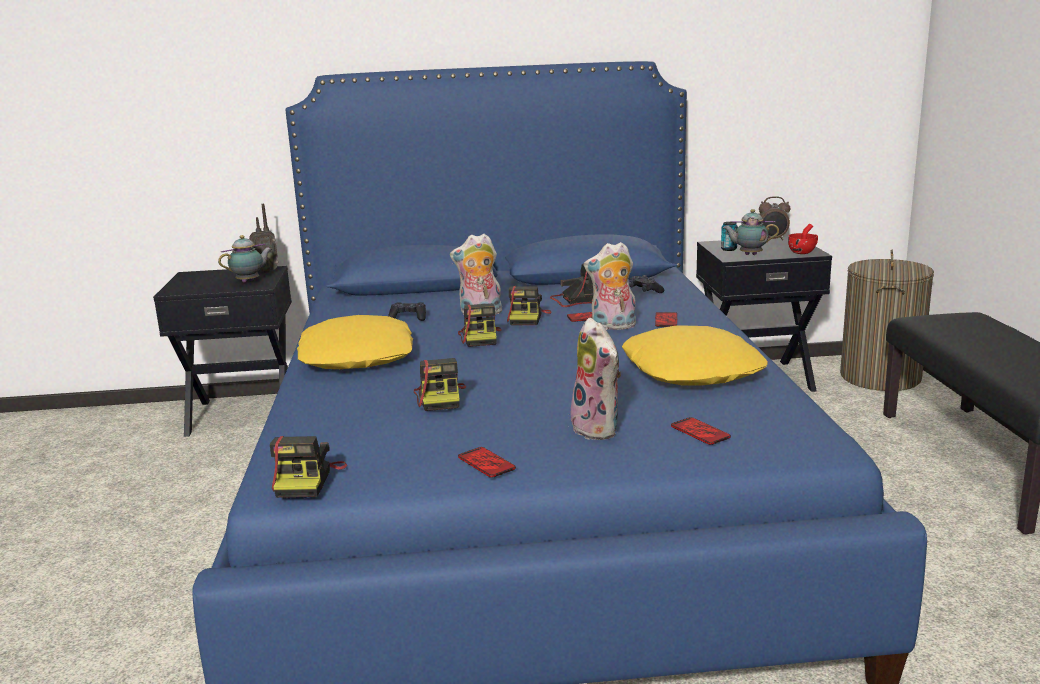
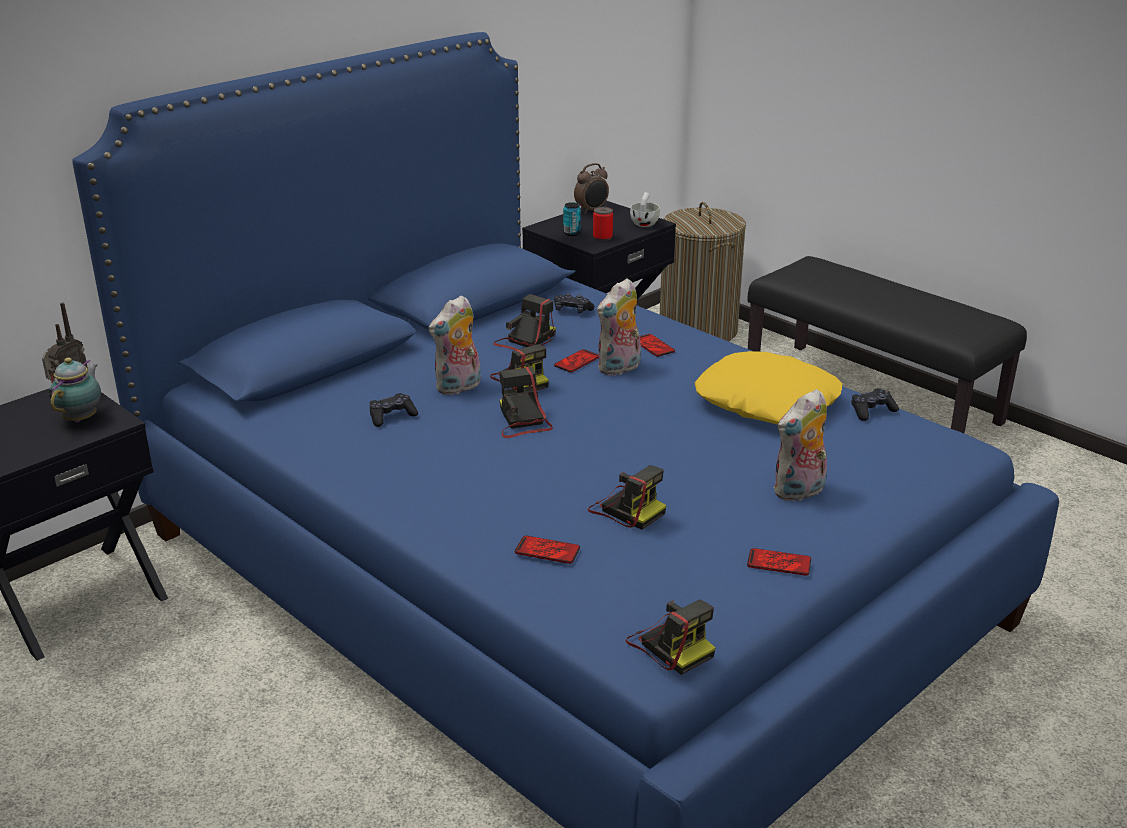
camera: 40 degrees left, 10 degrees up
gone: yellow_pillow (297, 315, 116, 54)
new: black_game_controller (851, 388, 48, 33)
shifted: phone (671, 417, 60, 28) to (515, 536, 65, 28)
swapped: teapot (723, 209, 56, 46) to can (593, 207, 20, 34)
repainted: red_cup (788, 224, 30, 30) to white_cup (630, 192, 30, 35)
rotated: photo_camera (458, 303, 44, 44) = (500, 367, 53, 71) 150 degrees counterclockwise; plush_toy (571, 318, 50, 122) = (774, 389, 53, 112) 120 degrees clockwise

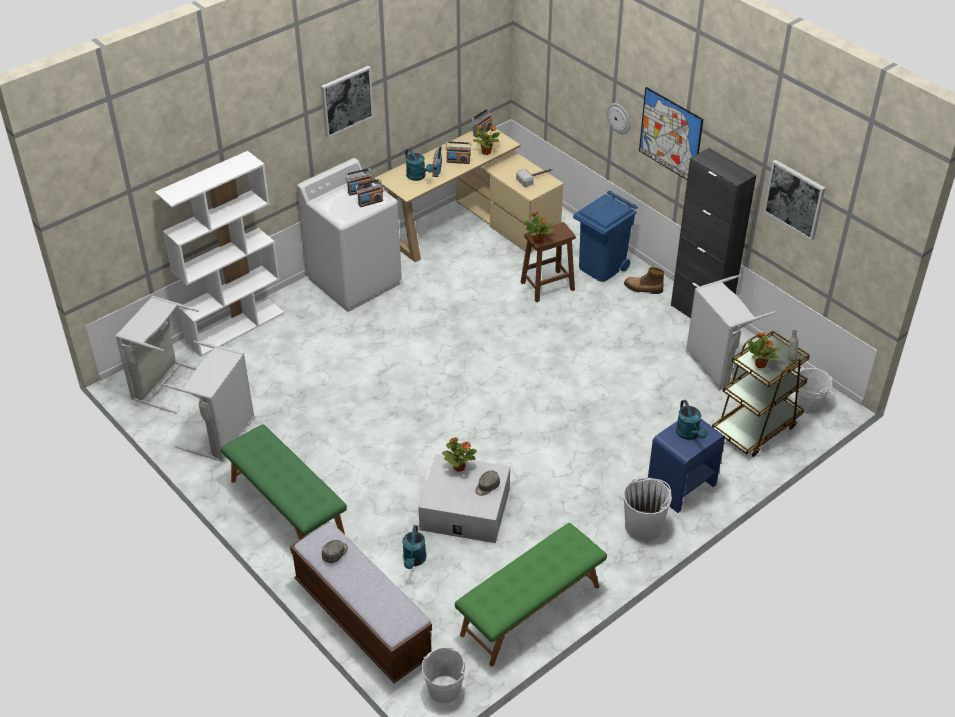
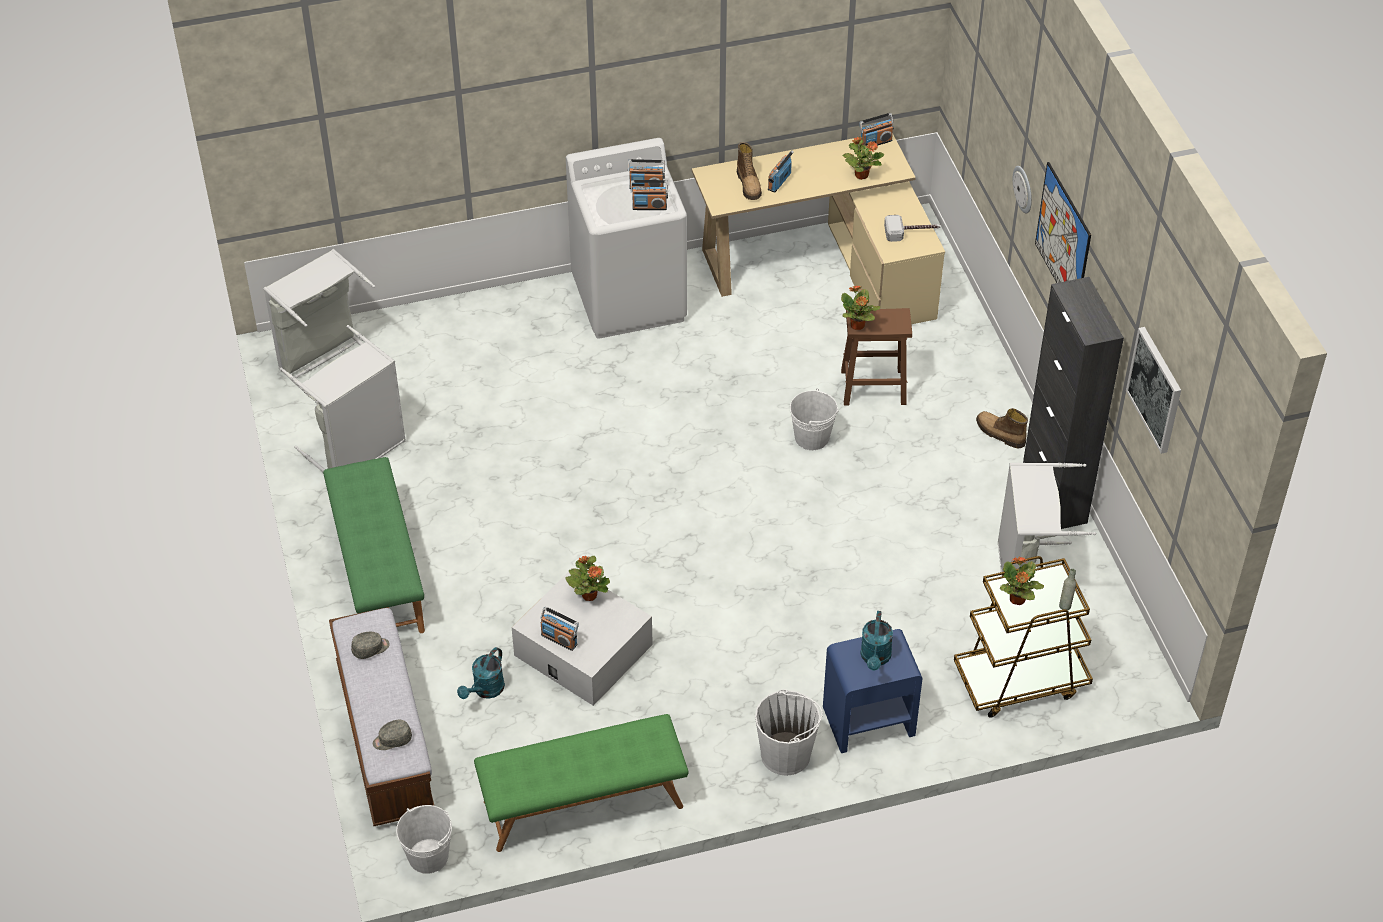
camera: 25 degrees right, 5 degrees up
gone: picture (321, 66, 53, 71); white_bookcase (155, 151, 129, 206); blue_trash_can (573, 191, 64, 91)
shifted: radio (446, 141, 25, 23) to (540, 607, 39, 44); white_bucket (795, 367, 37, 47) to (790, 388, 49, 62); grey_cap (475, 470, 25, 26) to (373, 720, 39, 30)
swapped: turquoise_watering_can (405, 149, 29, 32) to boot (737, 142, 25, 58)

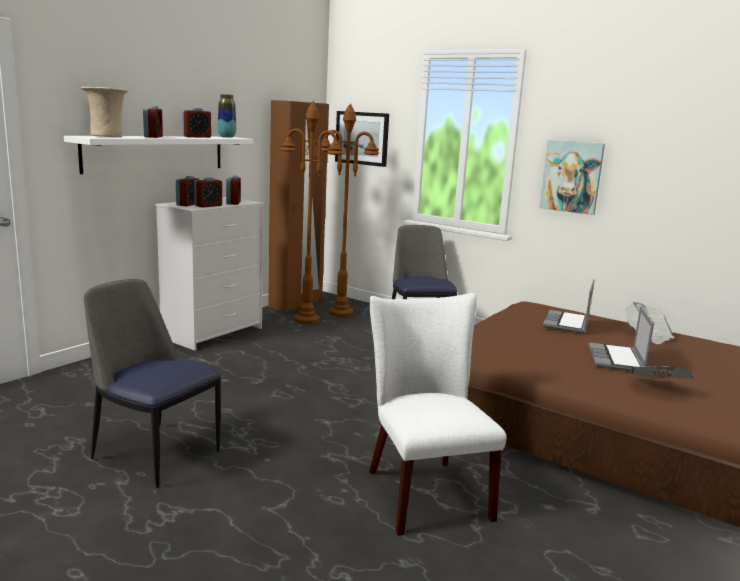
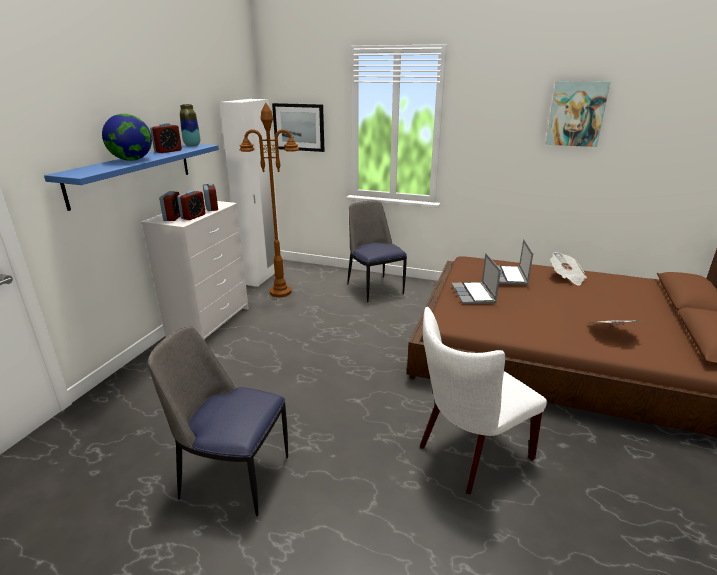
camera: 15 degrees left, 10 degrees up
gone: beige_vase (81, 87, 47, 50); brown_floor_lamp (321, 103, 58, 214)
shifted: picture (540, 140, 65, 75) to (546, 81, 64, 66); laptop (589, 306, 65, 65) to (451, 253, 50, 51)
swapped: alarm_clock (143, 105, 20, 33) to globe (102, 114, 50, 47)
repainted: brown_wardrobe (268, 100, 61, 212) to white_wardrobe (220, 99, 61, 188); white_shelf (64, 136, 189, 38) to blue_shelf (44, 144, 175, 67)
rotated: white_chair (369, 293, 138, 243) = (420, 307, 127, 187) 90 degrees counterclockwise

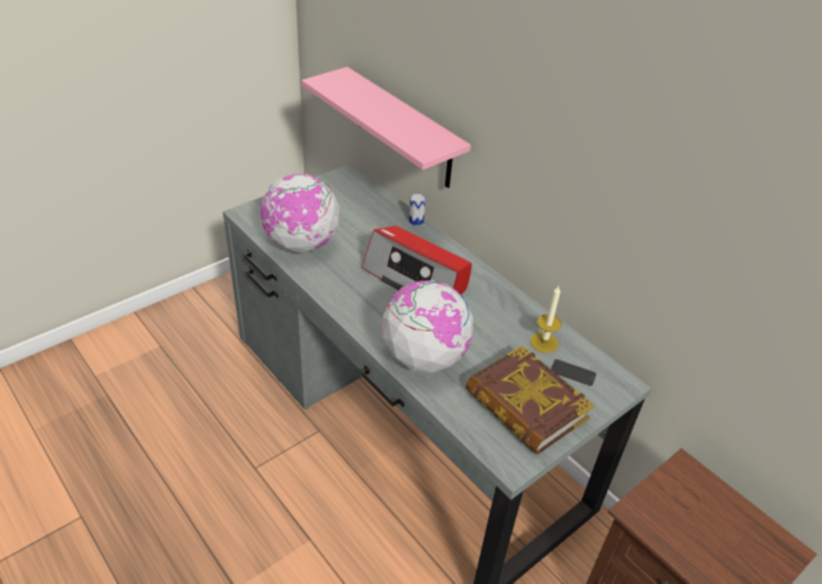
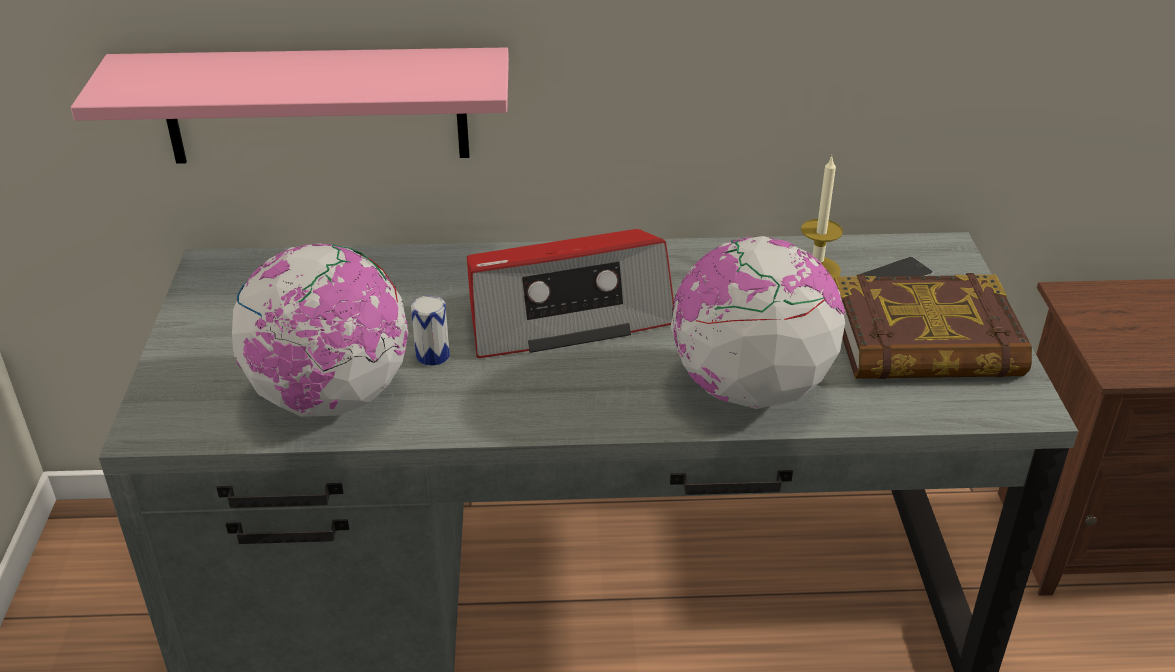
camera: 50 degrees left, 5 degrees down
shifted: can (409, 194, 17, 32) to (411, 295, 39, 71)

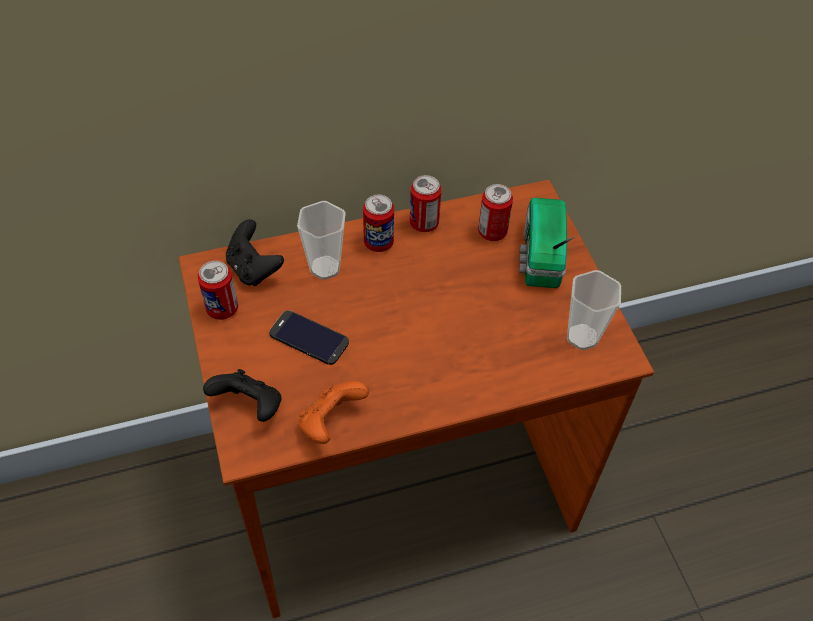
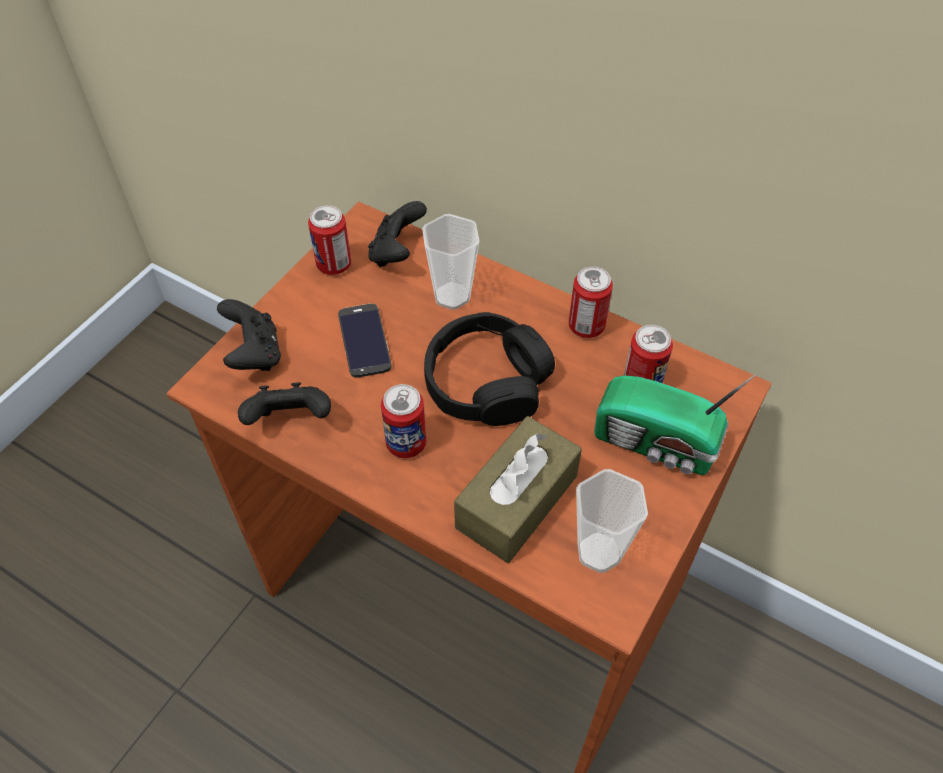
camera: 50 degrees right, 0 degrees up
new: black_headphones (424, 312, 131, 114); brown_tissue_box (454, 416, 128, 147)
shifted: can (363, 195, 31, 57) to (381, 384, 45, 74)
repainted: orange_game_controller (298, 381, 71, 63) to black_game_controller (238, 382, 93, 43)
rotated: radio (519, 197, 57, 91) = (594, 373, 163, 102) 120 degrees counterclockwise

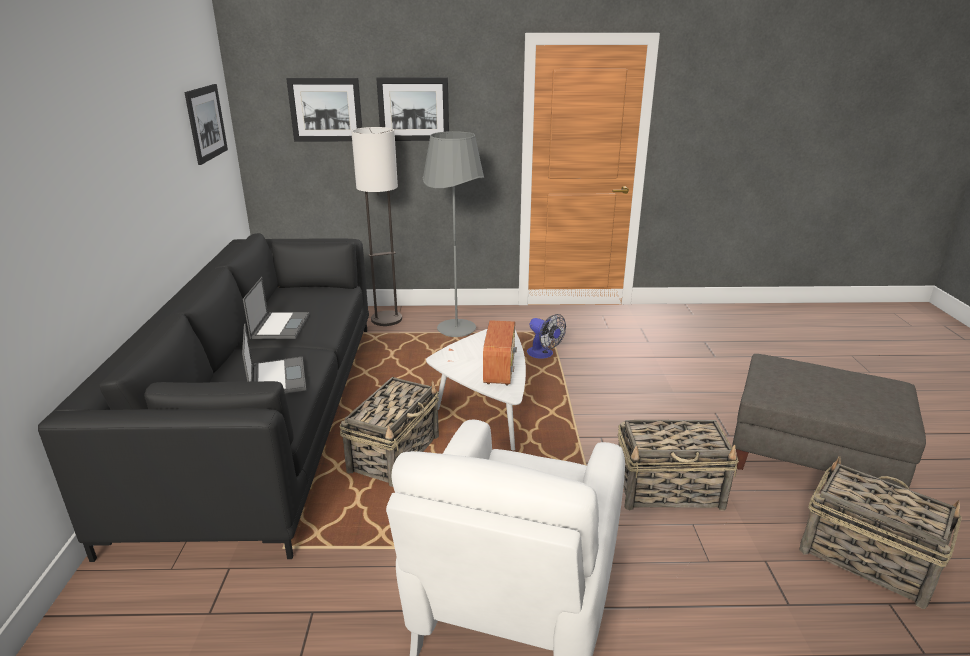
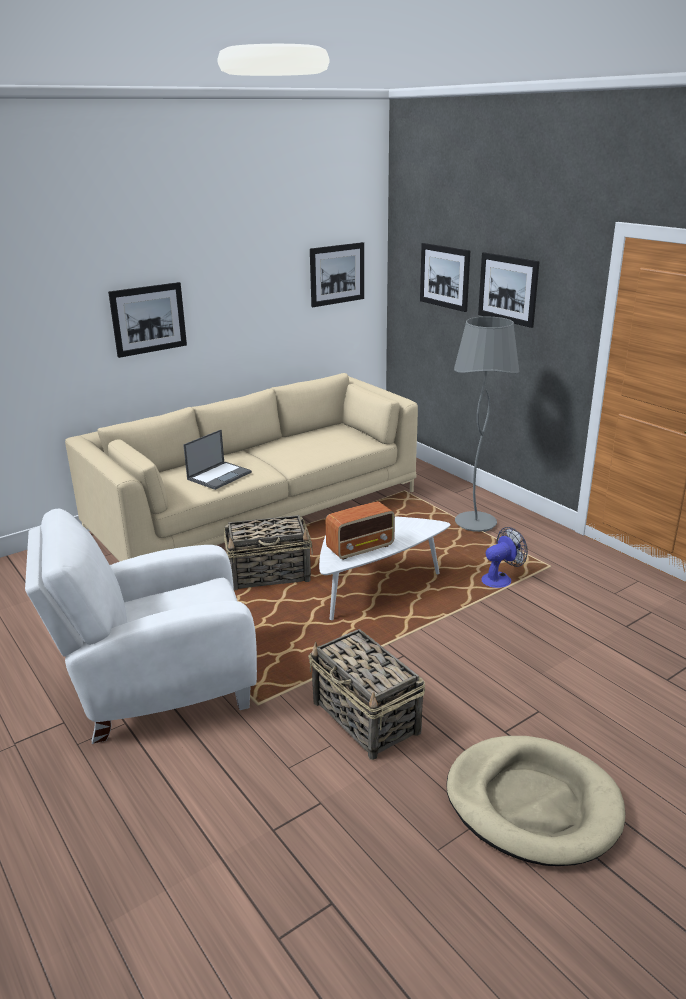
camera: 55 degrees right, 0 degrees up
gone: floor_lamp (351, 127, 51, 199); laptop (243, 277, 67, 62); basket (799, 456, 163, 153)
new: picture (108, 282, 79, 76)
swapped: grey_ottoman (732, 354, 194, 134) to beige_dog_bed (446, 736, 179, 130)
repainted: black_sofa (38, 233, 331, 329) to beige_sofa (65, 373, 353, 189)
rotated: fan (527, 314, 39, 45) = (481, 527, 47, 61) 135 degrees counterclockwise

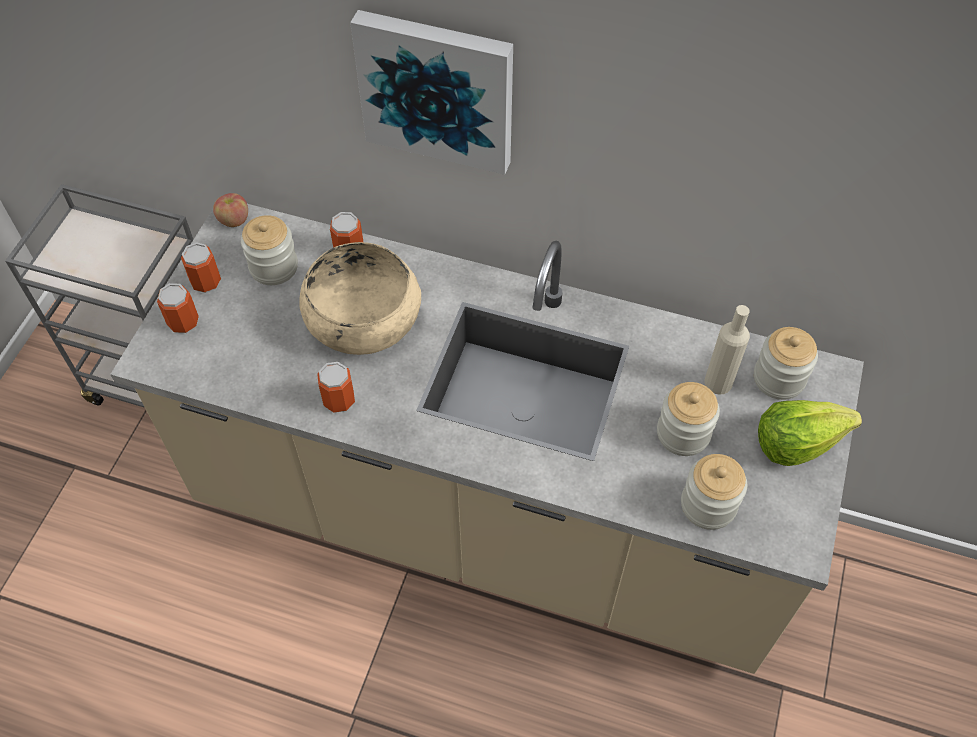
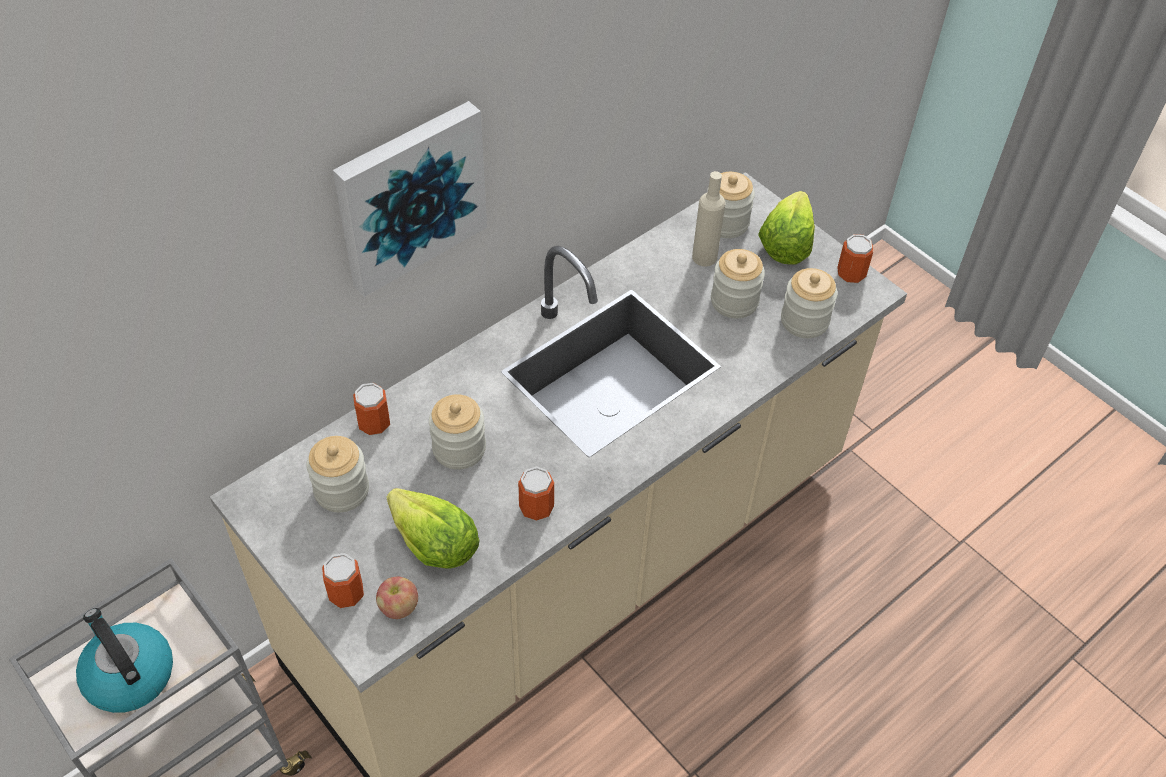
camera: 60 degrees left, 5 degrees down
new: lettuce (387, 488, 93, 81); kettle (76, 608, 97, 105)
shifted: apple (213, 193, 35, 34) to (376, 576, 42, 43); can (181, 242, 40, 51) to (837, 234, 36, 50)
swapped: beige_bowl (299, 242, 122, 113) to jar (429, 394, 57, 76)

